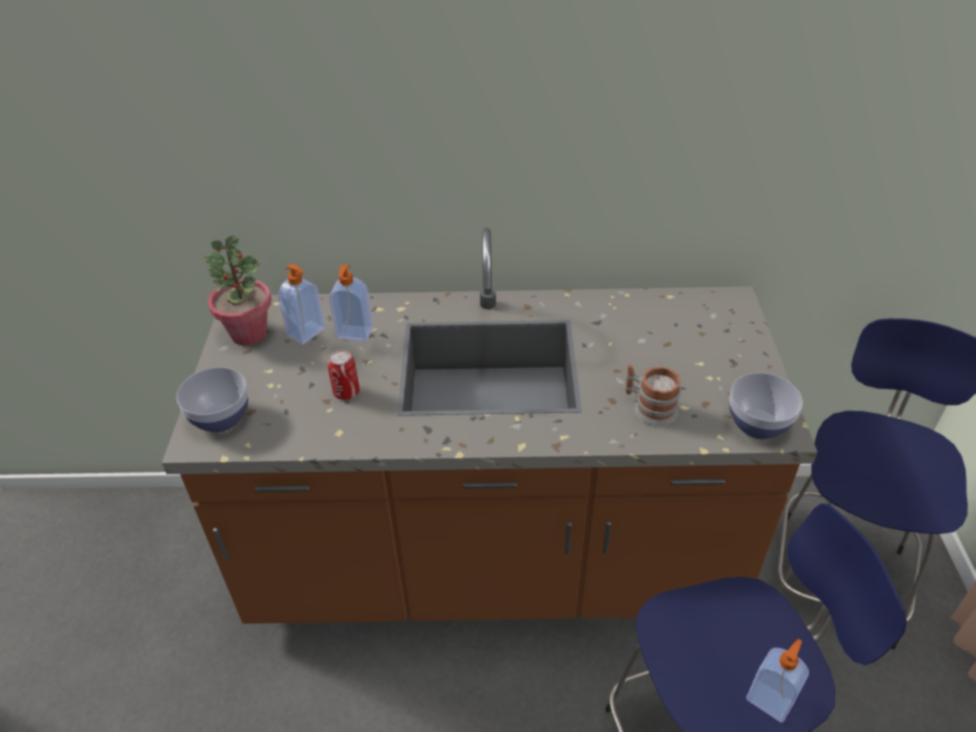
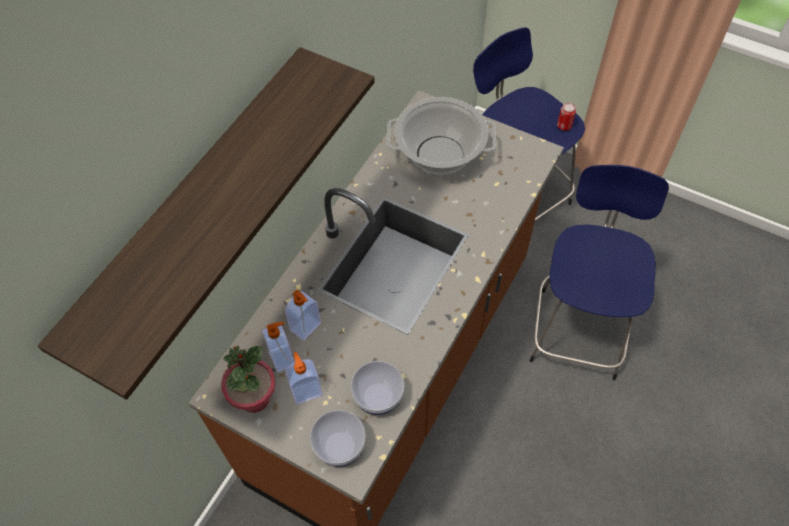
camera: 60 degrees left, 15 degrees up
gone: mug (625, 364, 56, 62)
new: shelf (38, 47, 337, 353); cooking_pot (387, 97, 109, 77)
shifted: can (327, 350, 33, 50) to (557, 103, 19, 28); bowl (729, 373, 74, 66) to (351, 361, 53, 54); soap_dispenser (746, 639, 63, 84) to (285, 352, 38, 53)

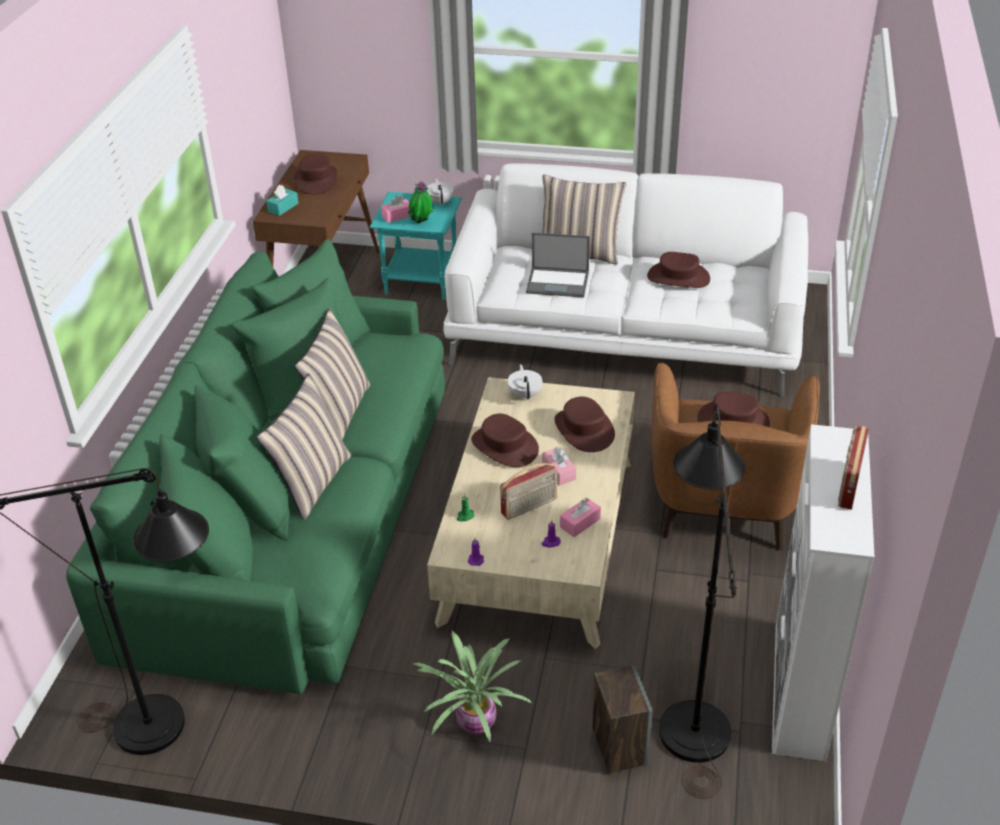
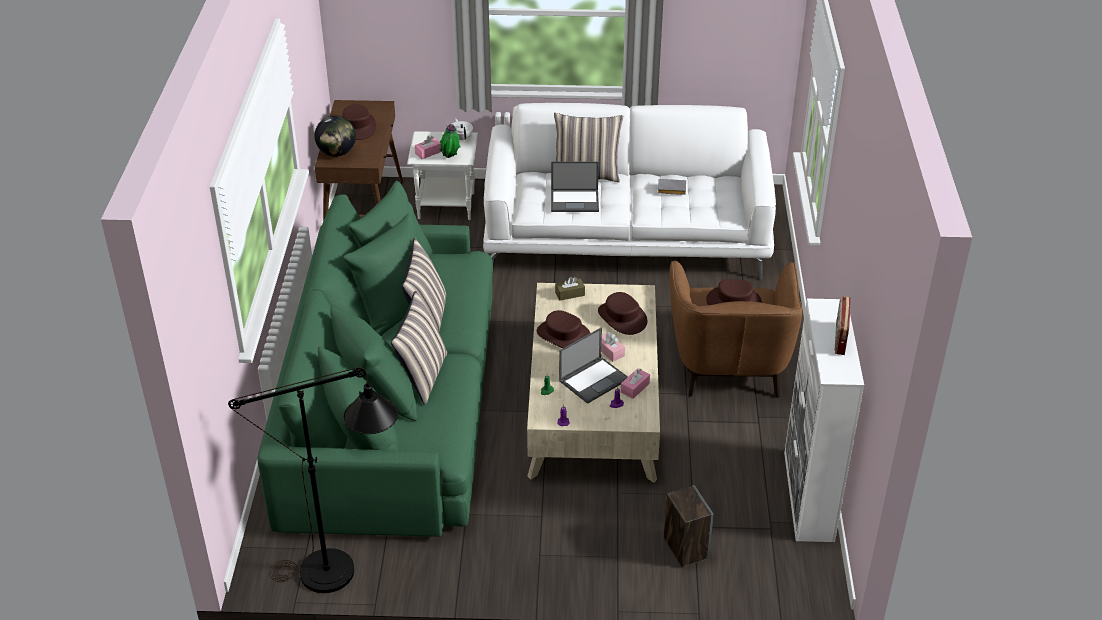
camera: 10 degrees left, 0 degrees up
gone: black_floor_lamp (659, 404, 86, 395); potted_plant (414, 631, 119, 112)
swapped: turquoise_tissue_box (266, 185, 33, 31) to globe (315, 115, 41, 42); brown_hat (647, 252, 63, 36) to grey_book (658, 179, 28, 16); white_teapot (507, 364, 36, 36) to brown_tissue_box (555, 276, 30, 25); radio (500, 463, 57, 57) to laptop (559, 327, 69, 77)
repainted: turquoise_side_table (370, 192, 92, 108) to white_side_table (407, 131, 71, 89)

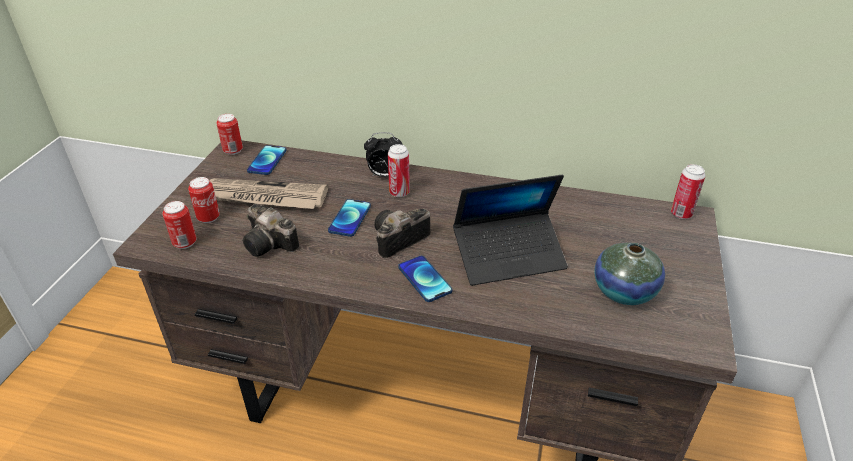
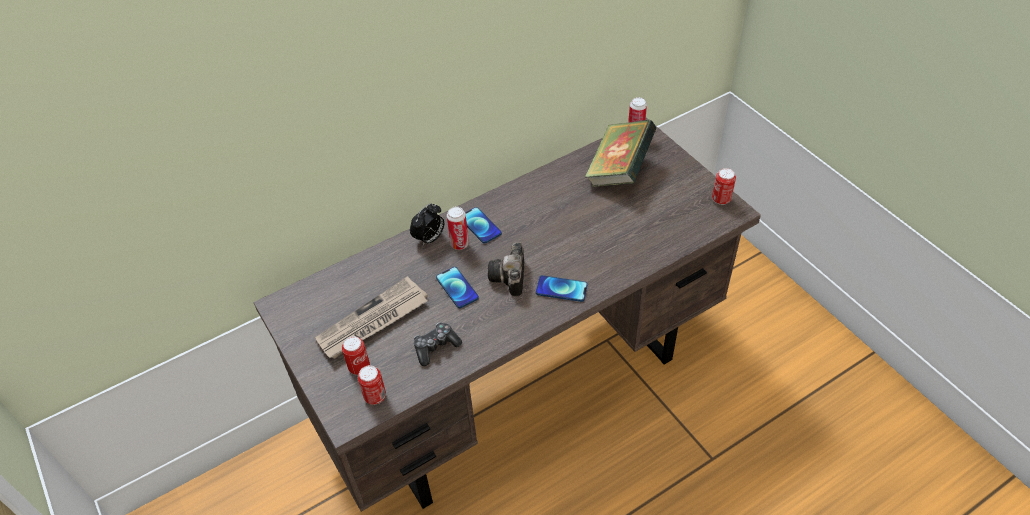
camera: 45 degrees left, 10 degrees up
gone: laptop (453, 175, 115, 111); vase (595, 243, 70, 62)
new: book (585, 119, 72, 68)
shifted: can (216, 114, 27, 41) to (712, 168, 24, 37); phone (247, 145, 40, 30) to (465, 207, 37, 37)
swapped: photo_camera (243, 204, 56, 53) to game_controller (414, 323, 48, 43)

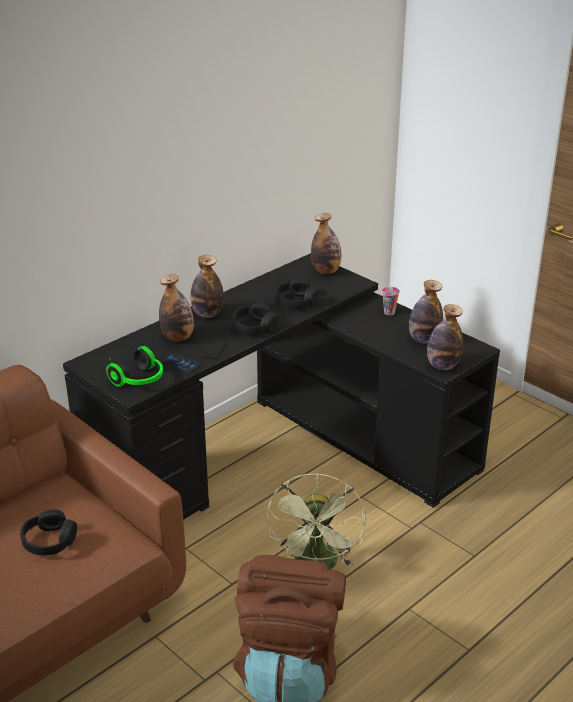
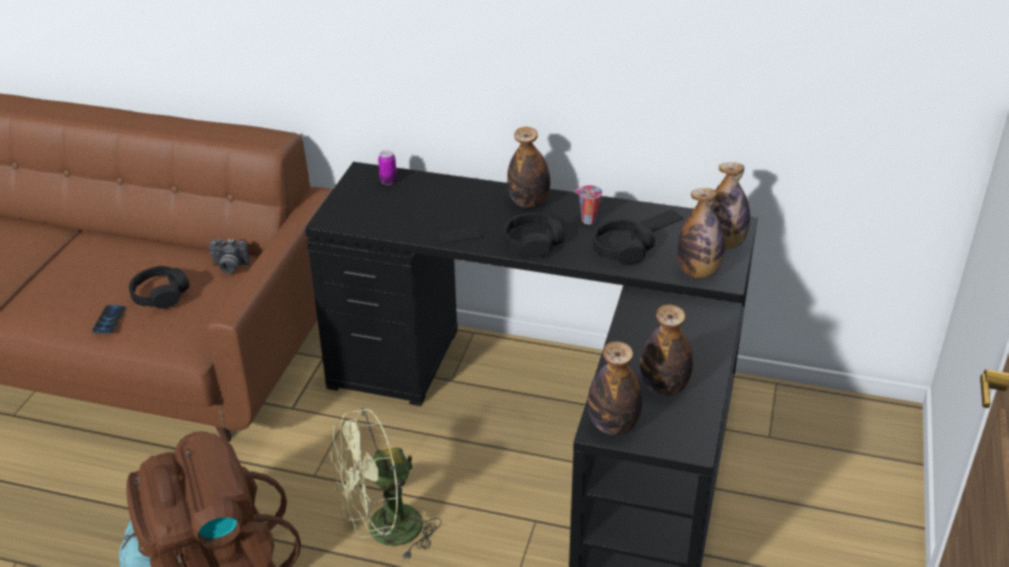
camera: 60 degrees right, 5 degrees up
gone: headphones (106, 346, 57, 41)
new: can (378, 150, 19, 35); photo_camera (209, 239, 41, 35)
shifted: bottle (159, 274, 35, 67) to (677, 188, 48, 90); cup (382, 287, 18, 28) to (574, 185, 28, 39); phone (164, 353, 36, 19) to (92, 305, 34, 29)

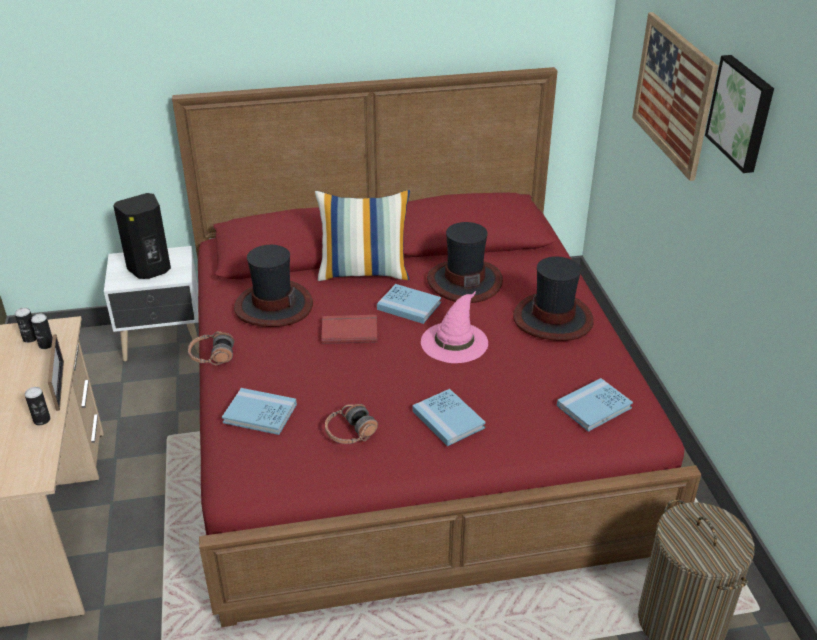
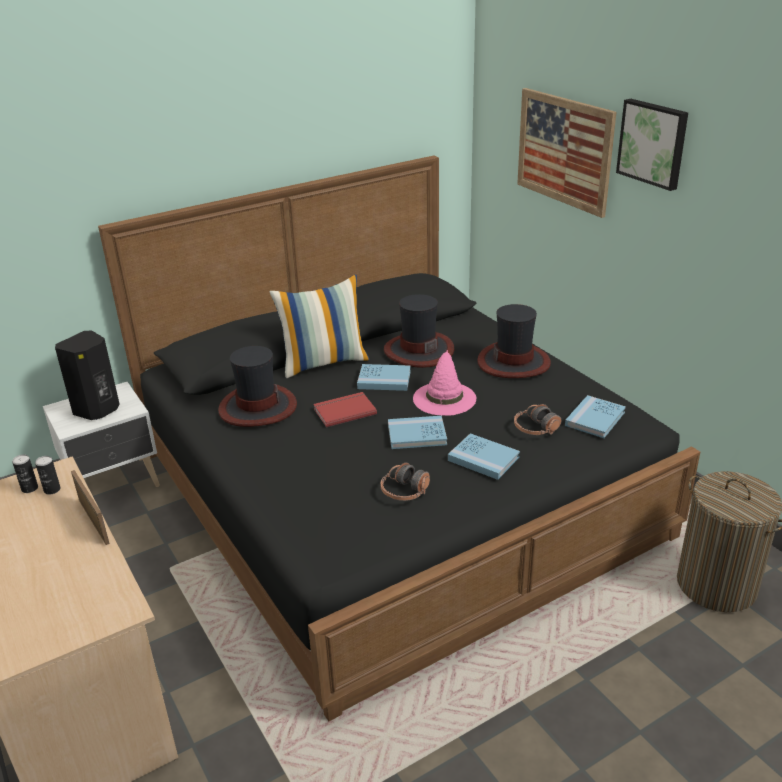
camera: 20 degrees left, 5 degrees down
gone: can (25, 387, 25, 38)
shifted: headphones (188, 331, 46, 34) to (514, 404, 47, 31); blue_book (222, 388, 75, 47) to (388, 416, 59, 33)
repainted: red_bed (172, 67, 529, 560) to black_bed (98, 156, 602, 565)

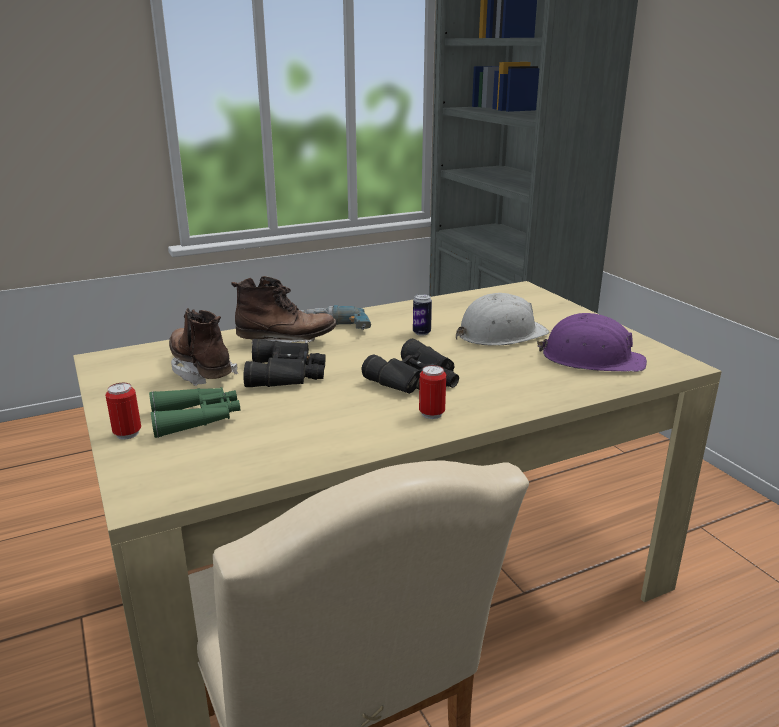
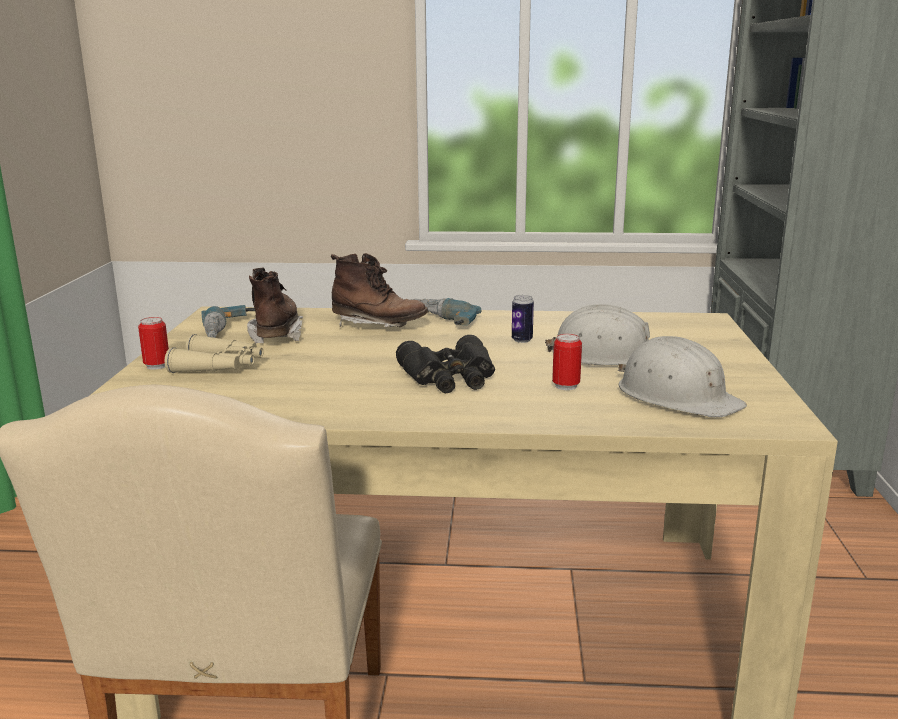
camera: 30 degrees right, 5 degrees down
gone: black_binoculars (243, 339, 83, 48)
new: power_drill (201, 305, 54, 33)
shifted: can (419, 365, 27, 54) to (552, 334, 30, 56)
repainted: purple_hard_hat (537, 313, 110, 59) to white_hard_hat (618, 336, 129, 81); green_binoculars (149, 387, 91, 51) to beige_binoculars (165, 334, 98, 39)

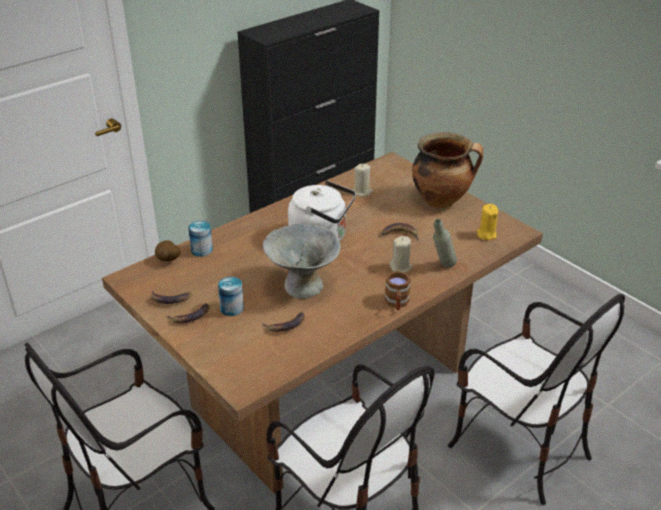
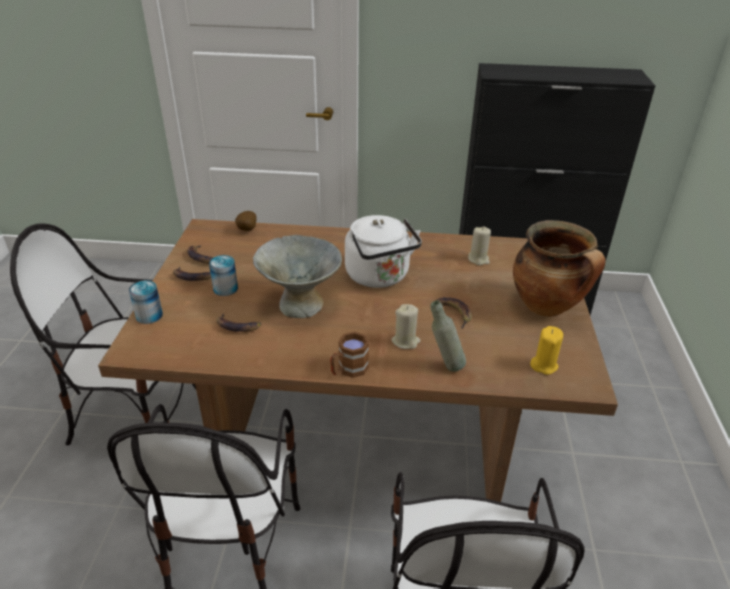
camera: 45 degrees right, 0 degrees up
shifted: can (188, 221, 25, 36) to (129, 280, 34, 44)

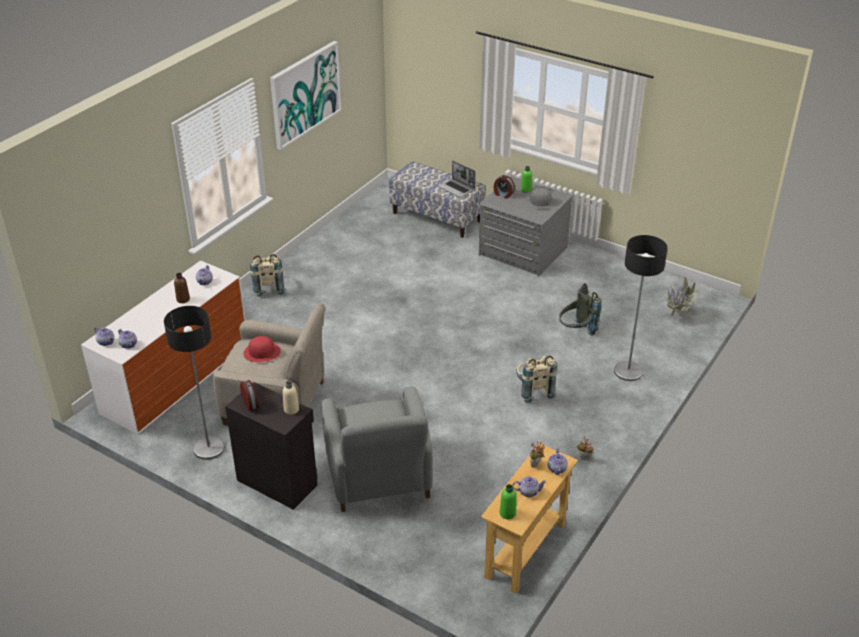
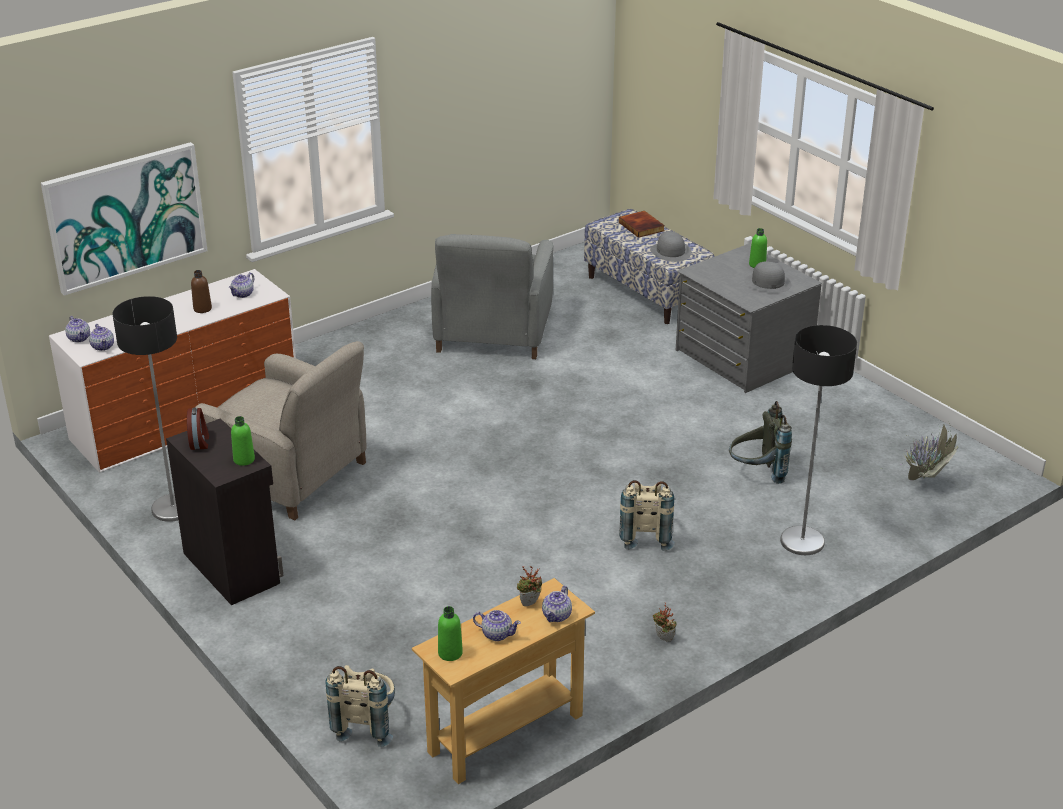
camera: 20 degrees right, 5 degrees down
gone: alarm_clock (494, 175, 21, 24); red_hat (243, 336, 38, 26)
new: book (619, 211, 46, 27)
shifted: picture (270, 41, 72, 109) to (41, 142, 167, 154); beige_backpack (250, 254, 36, 43) to (325, 665, 70, 82); grey_armchair (321, 387, 112, 125) to (431, 234, 123, 125)
swapped: laptop (438, 161, 38, 37) to grey_hat (650, 231, 42, 31)
repainted: beige_bottle (283, 381, 16, 34) to green_bottle (231, 416, 24, 50)

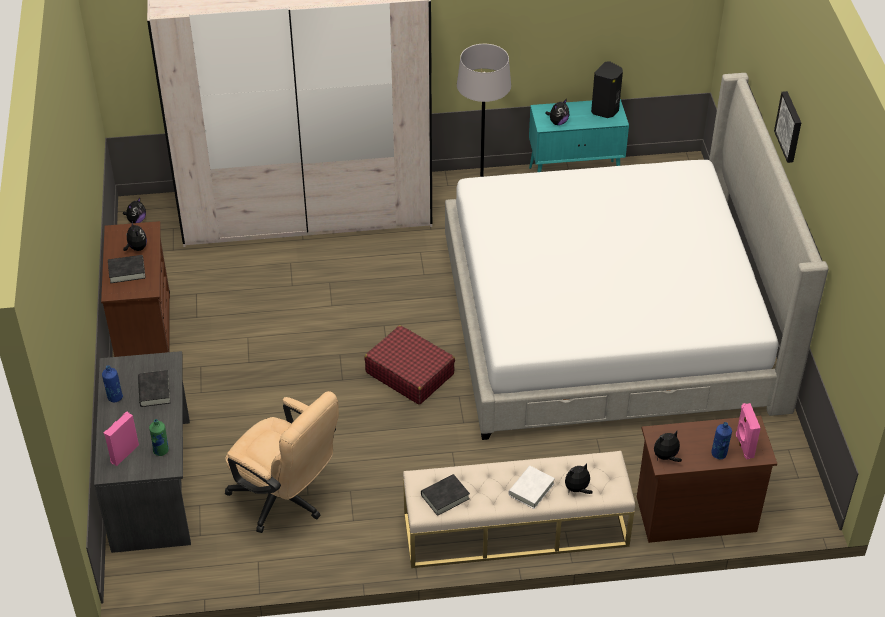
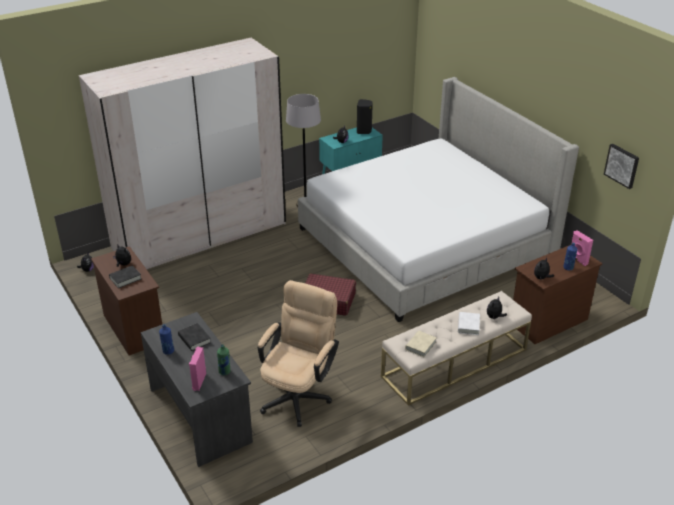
camera: 25 degrees left, 10 degrees down
shifted: picture (774, 91, 27, 72) to (604, 144, 35, 45)
repainted: black_book (421, 474, 49, 42) to beige_book (405, 331, 32, 26)
rotated: beige_office_chair (225, 391, 114, 142) = (258, 280, 81, 147) 75 degrees counterclockwise

